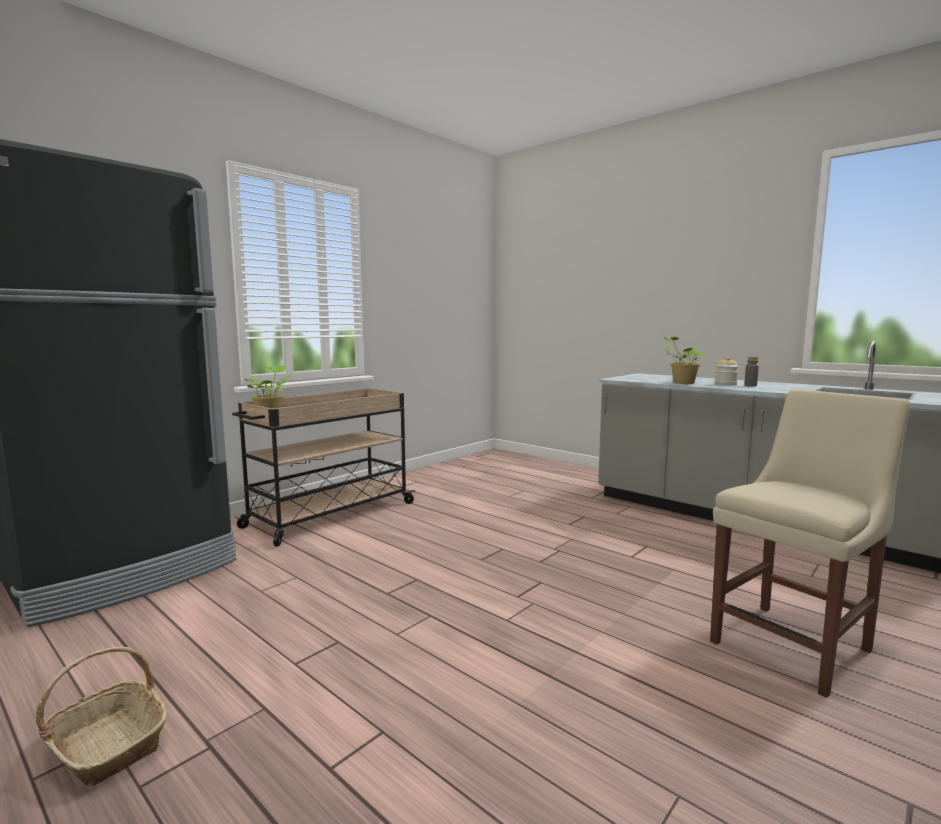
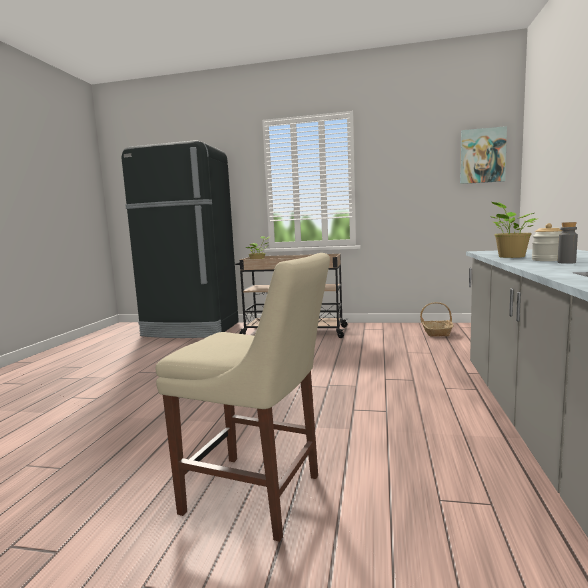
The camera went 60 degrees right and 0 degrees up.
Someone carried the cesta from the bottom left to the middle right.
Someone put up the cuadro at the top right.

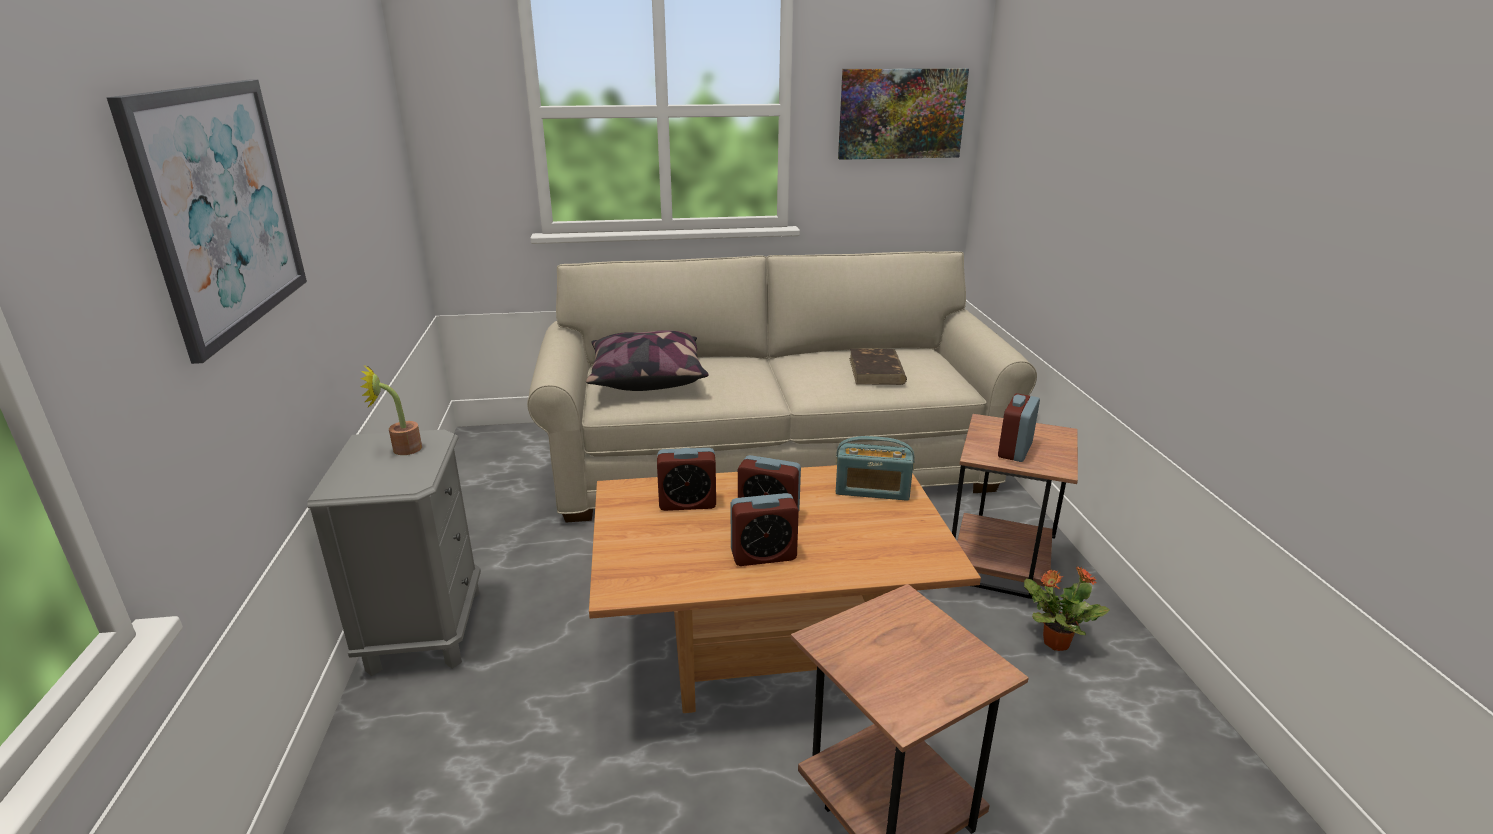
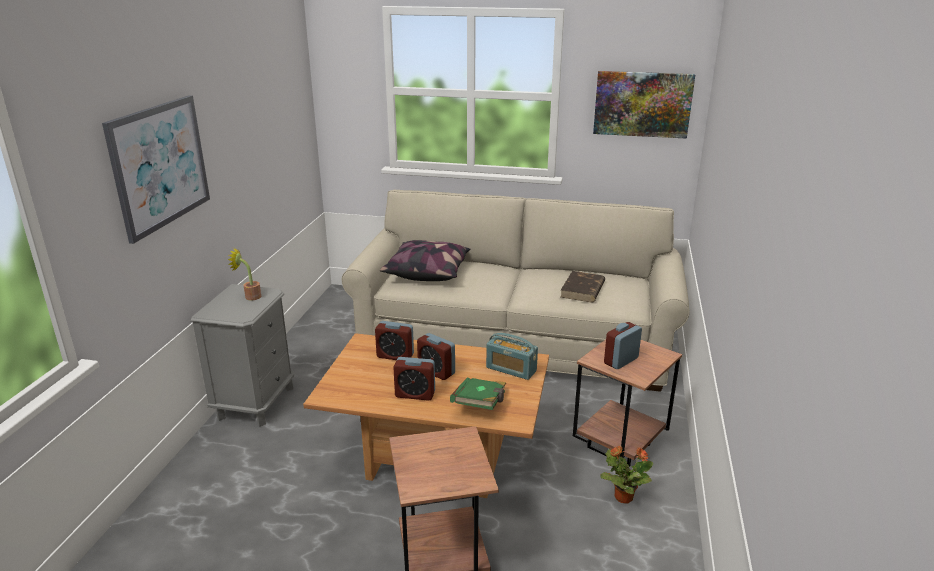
The camera went 20 degrees right and 0 degrees up.
Someone put down the libro [verde] at the bottom centre.

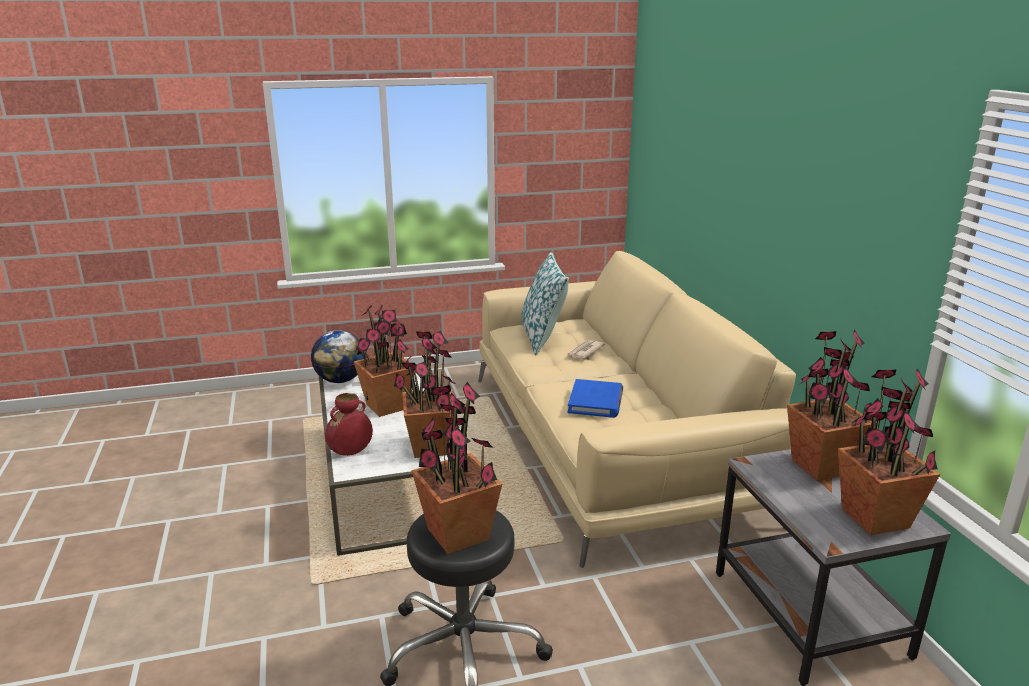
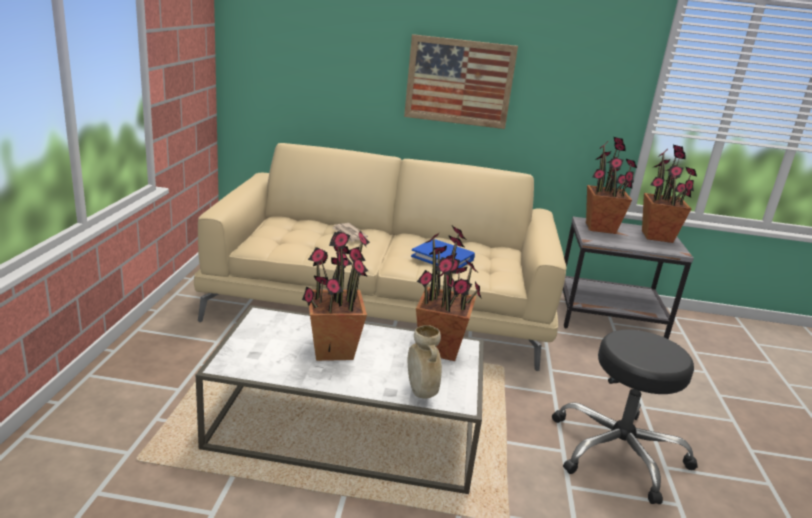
The camera went 70 degrees left and 0 degrees up.
Someone took away the globo terráqueo at the middle left.
Someone repainted the florero [rojo] at the centre, which became the florero [beis] at the bottom centre.
Someone took away the planta en maceta (3rd from left) at the bottom centre.
Someone took away the cojín at the centre.
Someone put up the cuadro at the top centre.

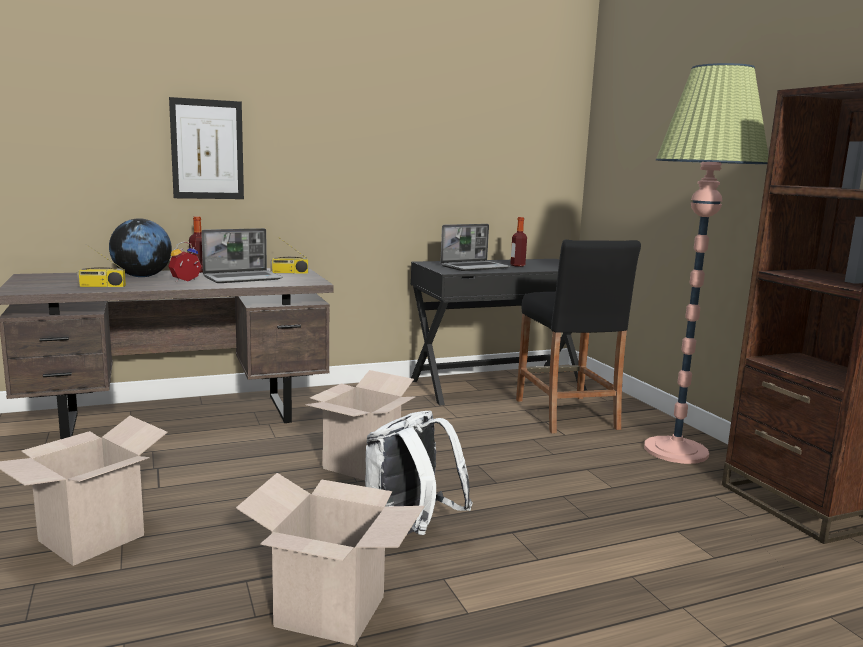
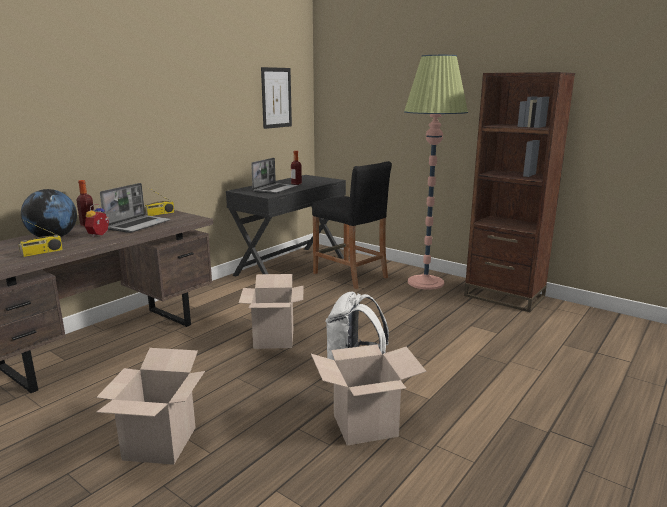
The camera went 30 degrees left and 5 degrees up.
Someone carried the cuadro from the top left to the top centre.

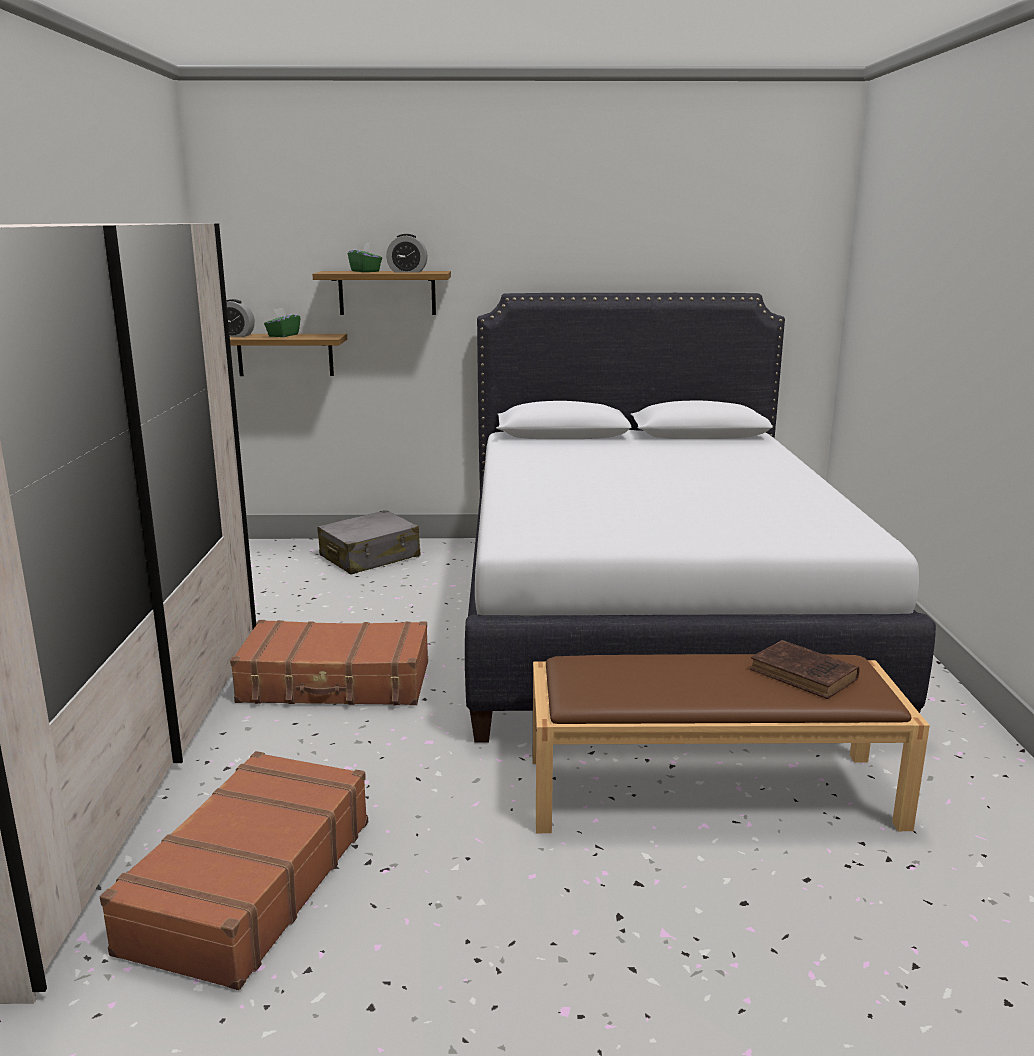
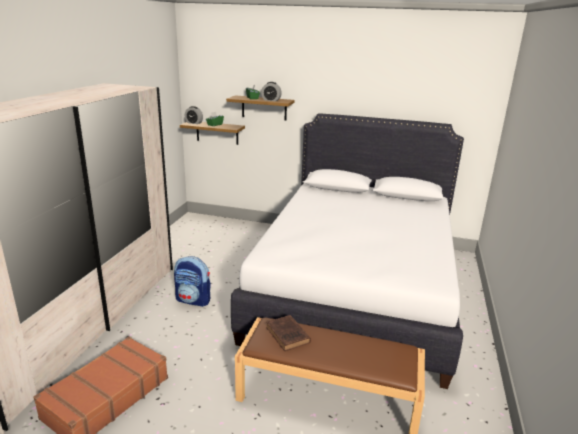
The camera went 15 degrees right and 5 degrees up.
Someone swapped the maleta [marrón] (2nd from left) at the middle left for the mochila at the middle left.
Someone took away the maleta [gris] at the centre.
Someone carried the libro [marrón] from the middle right to the bottom centre.

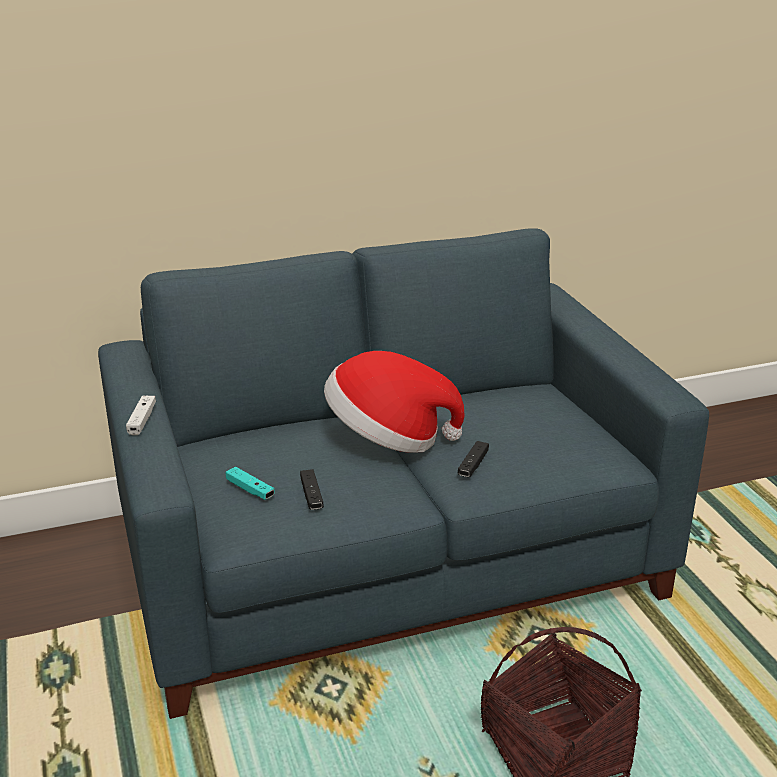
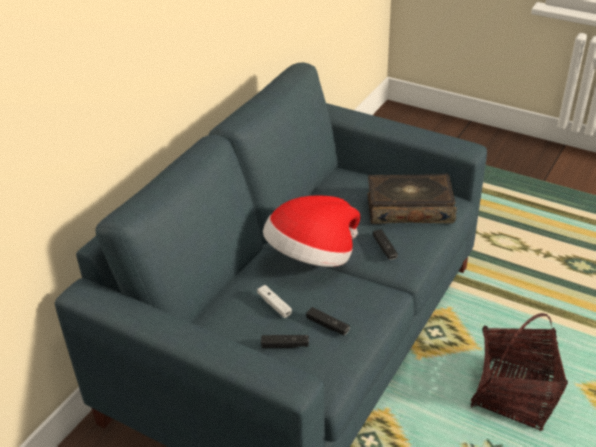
The camera went 40 degrees left and 10 degrees up.
Someone carried the mando de consola [blanco] from the middle left to the bottom centre.
Someone repainted the mando de consola [turquesa] at the middle left, which became the mando de consola [negro] (1st from left) at the bottom centre.
Someone put down the libro at the middle right.

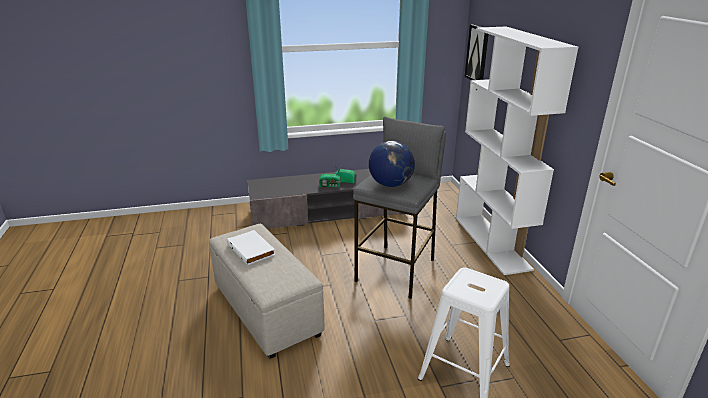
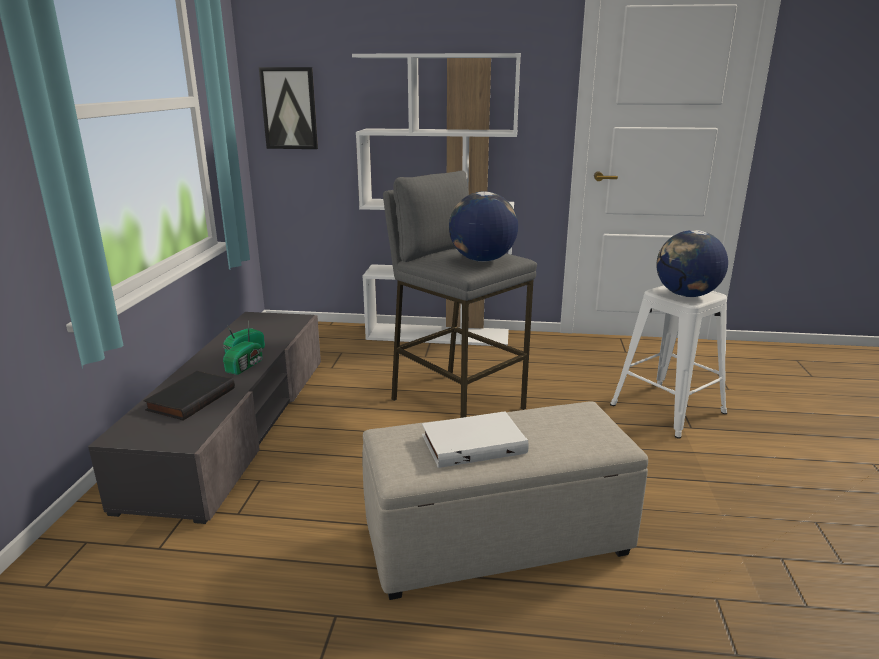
The camera went 70 degrees left and 5 degrees down.
Someone put down the libro [negro] at the middle left.
Someone put down the globo terráqueo (2nd from left) at the middle right.

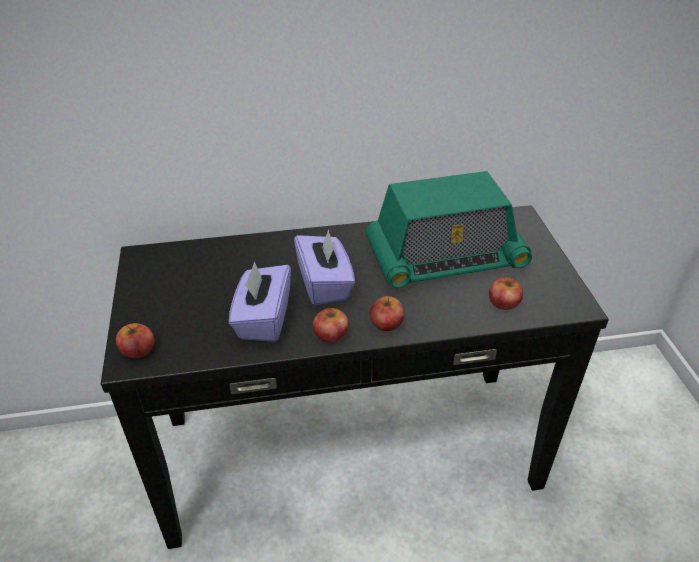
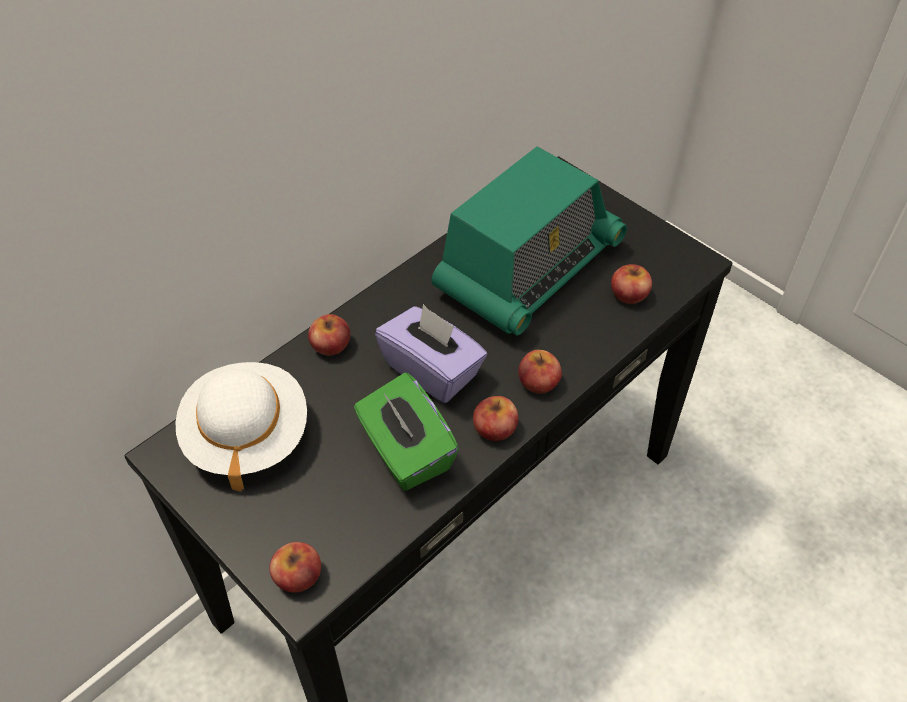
The camera went 35 degrees left and 10 degrees up.
Someone repainted the caja de pañuelos [morado] (1st from left) at the centre, which became the caja de pañuelos [verde] at the centre.
Someone put down the sombrero [blanco] at the middle left.
Someone put down the manzana (2nd from left) at the centre.

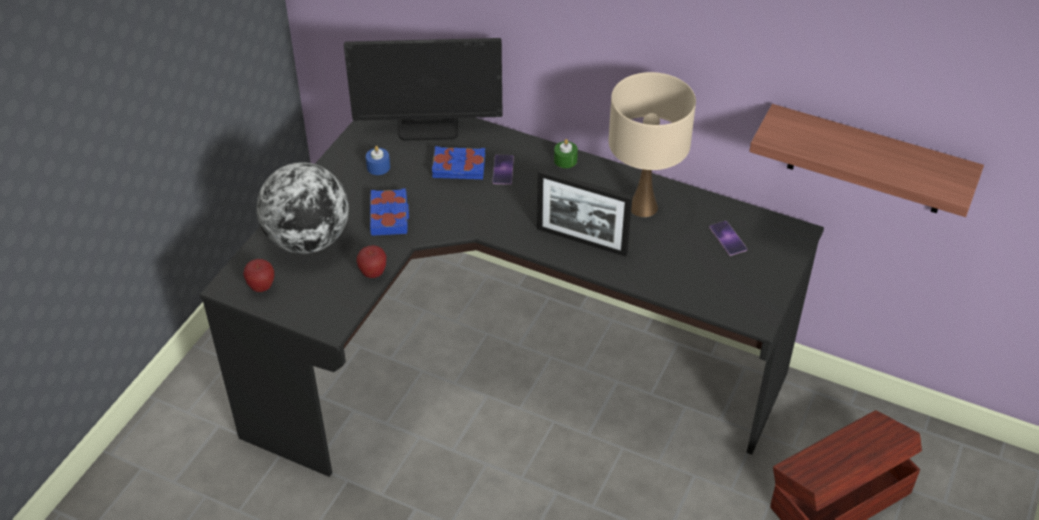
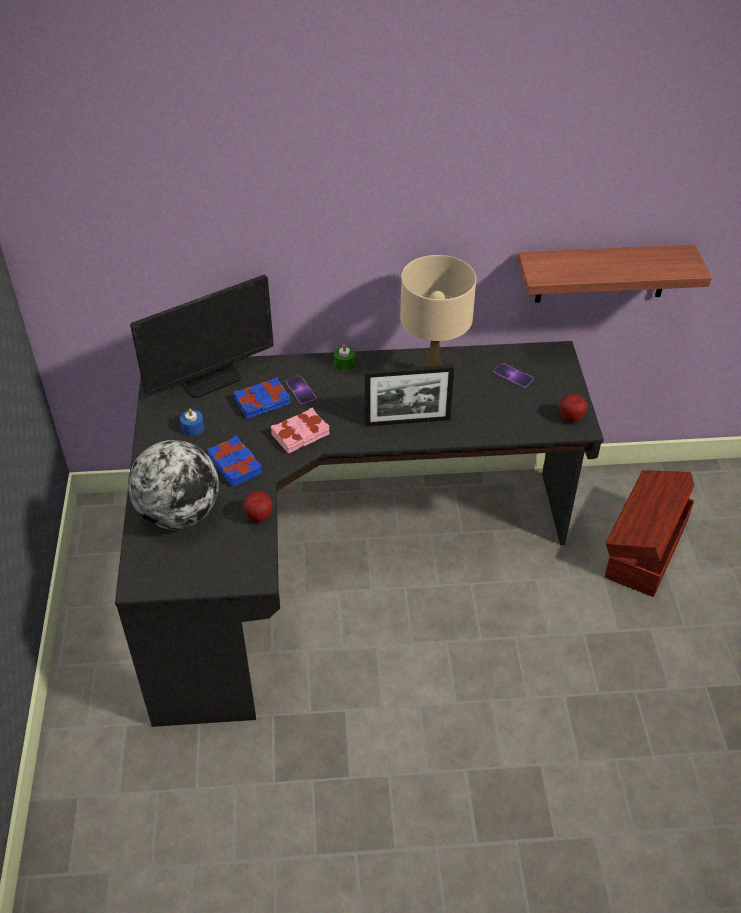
The camera went 30 degrees left and 0 degrees up.
Someone carried the manzana (1st from left in the first image) from the middle left to the middle right.
Someone put down the libro [rosa] at the centre.

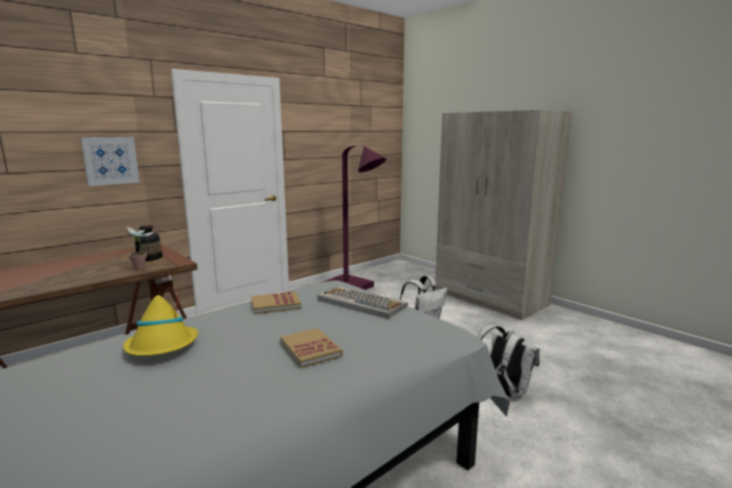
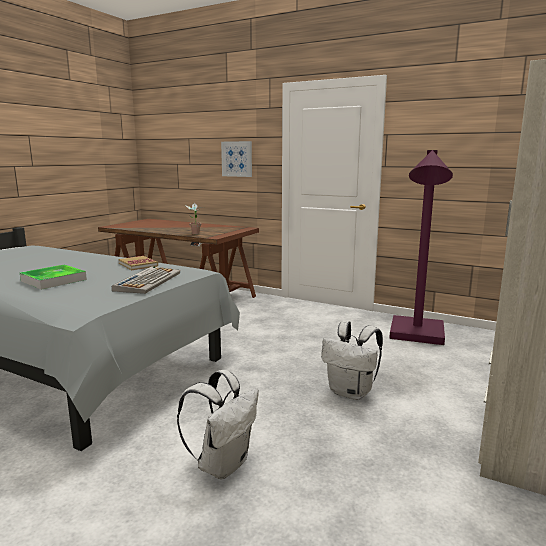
The camera went 70 degrees right and 0 degrees up.
Someone took away the sombrero [amarillo] at the middle left.
Someone took away the botella at the middle left.
Someone swapped the libro (2nd from left) at the bottom centre for the bandeja at the middle left.

